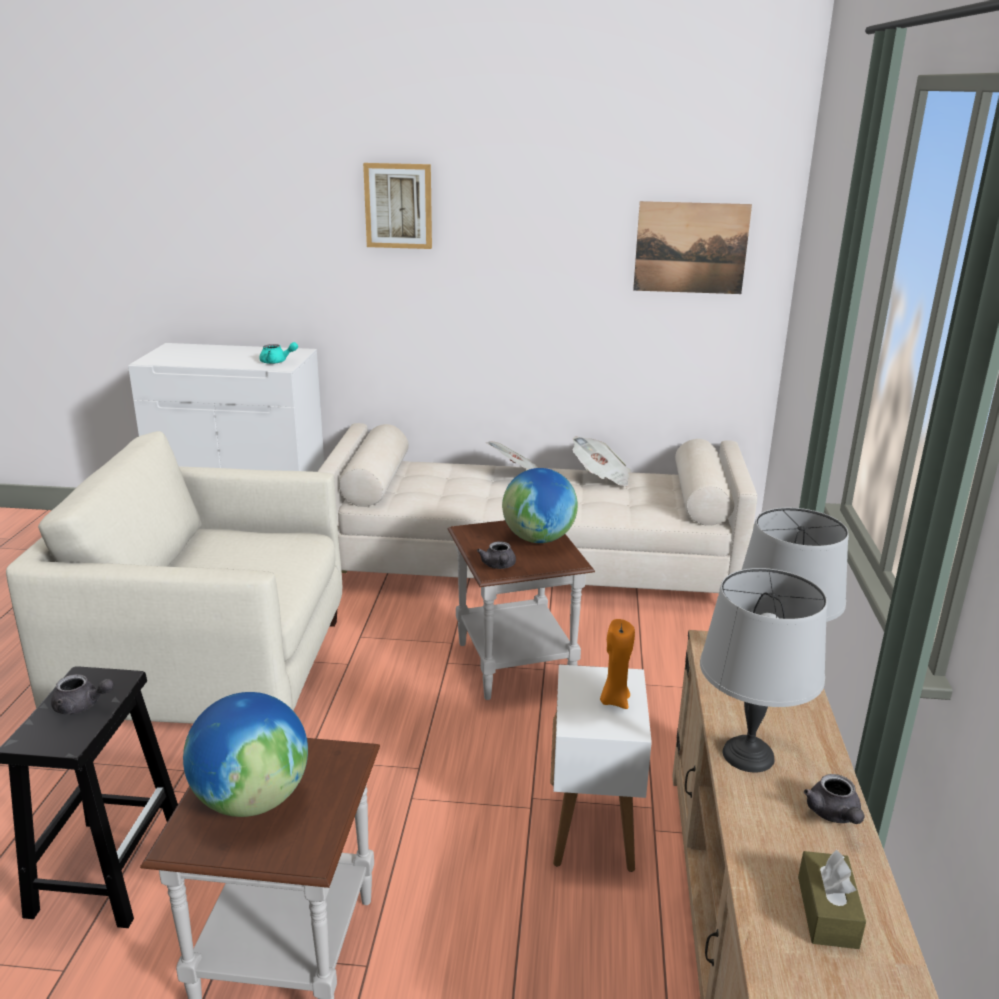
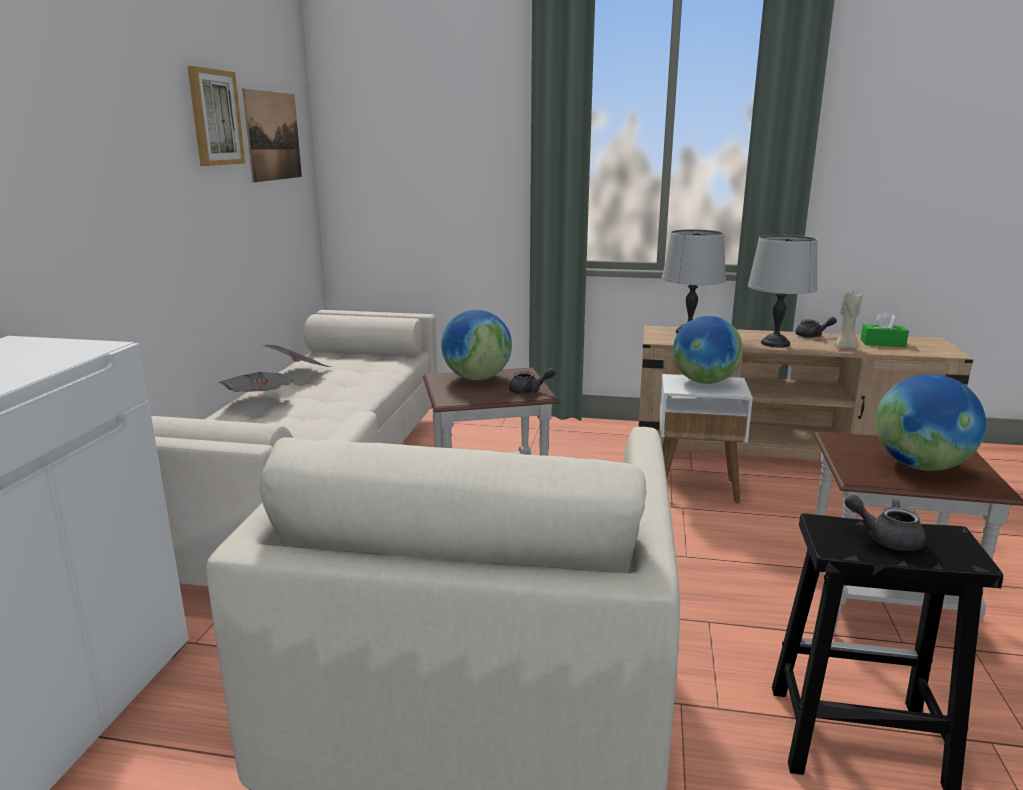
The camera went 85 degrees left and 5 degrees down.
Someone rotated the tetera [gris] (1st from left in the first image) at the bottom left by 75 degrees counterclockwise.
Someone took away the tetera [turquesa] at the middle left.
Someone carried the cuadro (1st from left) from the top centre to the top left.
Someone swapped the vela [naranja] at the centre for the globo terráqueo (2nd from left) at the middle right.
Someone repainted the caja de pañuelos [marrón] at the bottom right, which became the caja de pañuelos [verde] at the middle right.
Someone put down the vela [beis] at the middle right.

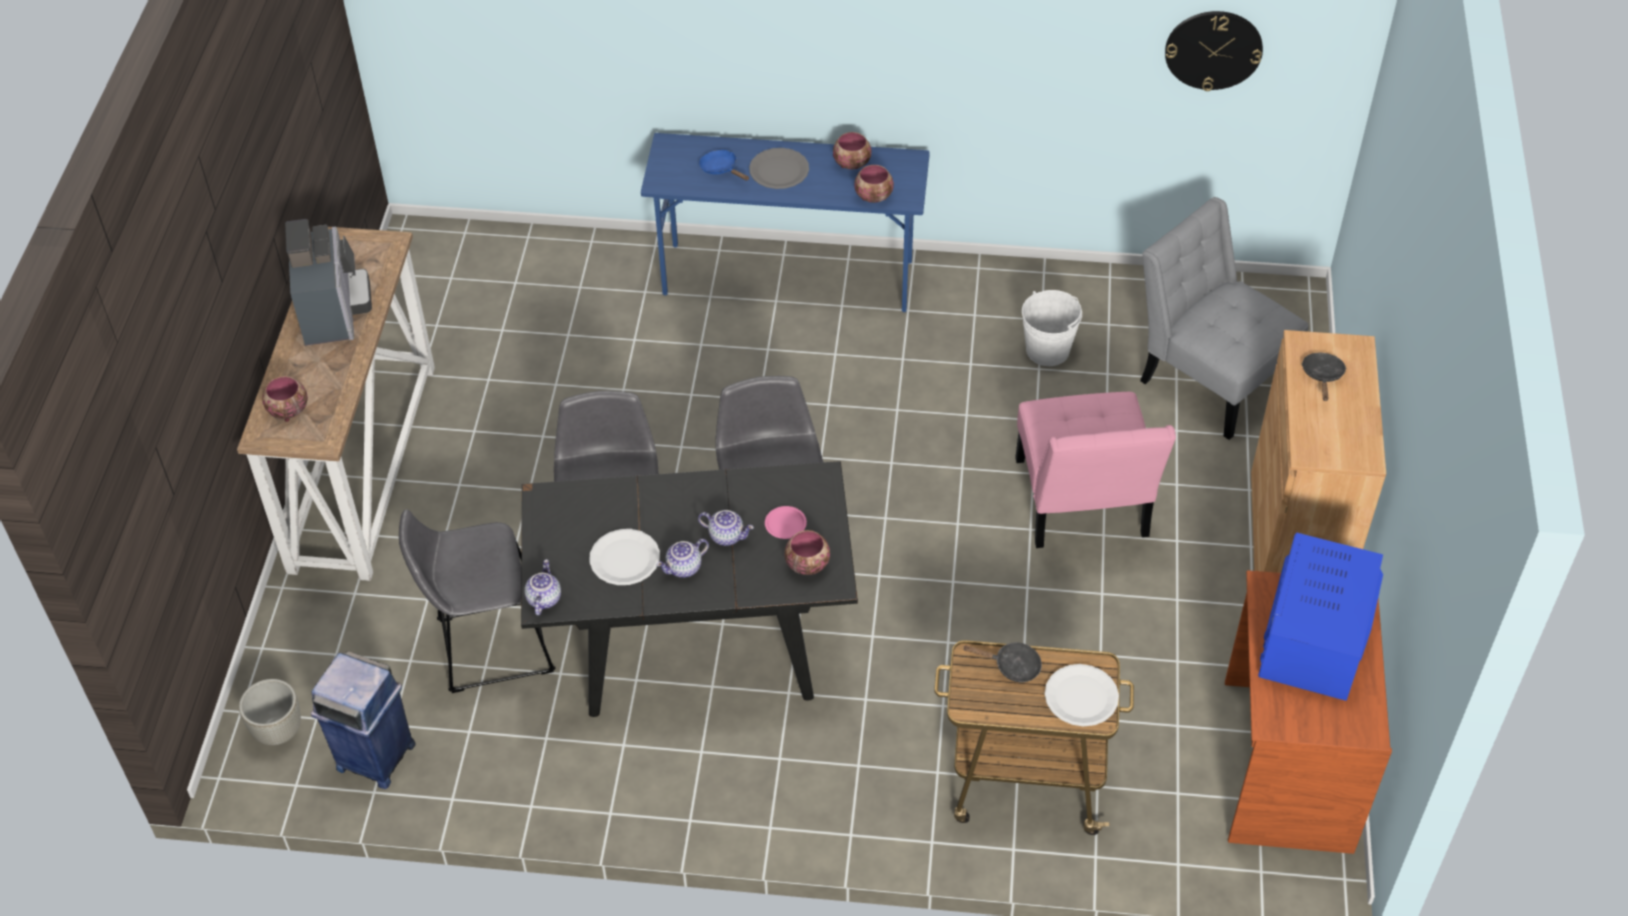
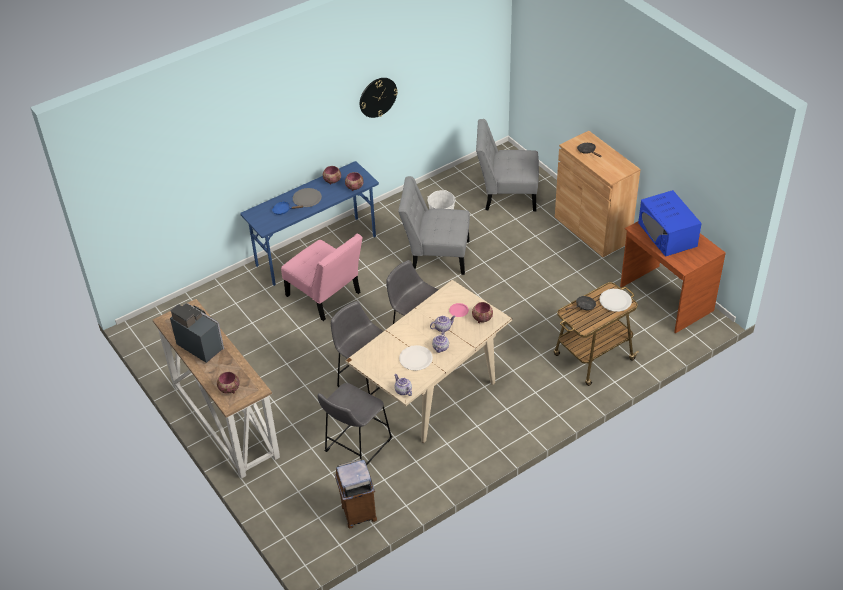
The camera went 40 degrees left and 5 degrees down.
Someone took away the maceta [gris] at the bottom left.
Someone repainted the papelera [azul] at the bottom left, which became the papelera [marrón] at the bottom centre.
Someone repainted the mesa de comedor [negro] at the centre, which became the mesa de comedor [beis] at the centre.
Someone carried the silla [rosa] from the middle right to the centre.
Someone carried the reloj de pared from the top right to the top centre.
Someone put down the silla [gris] (1st from left) at the centre.

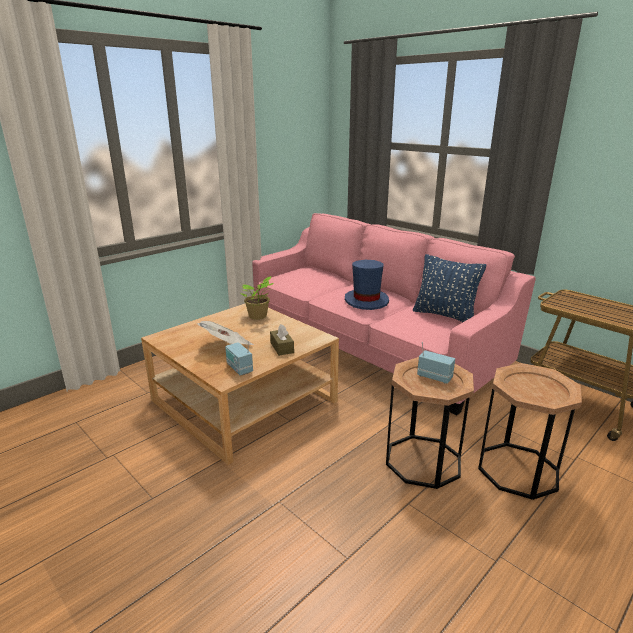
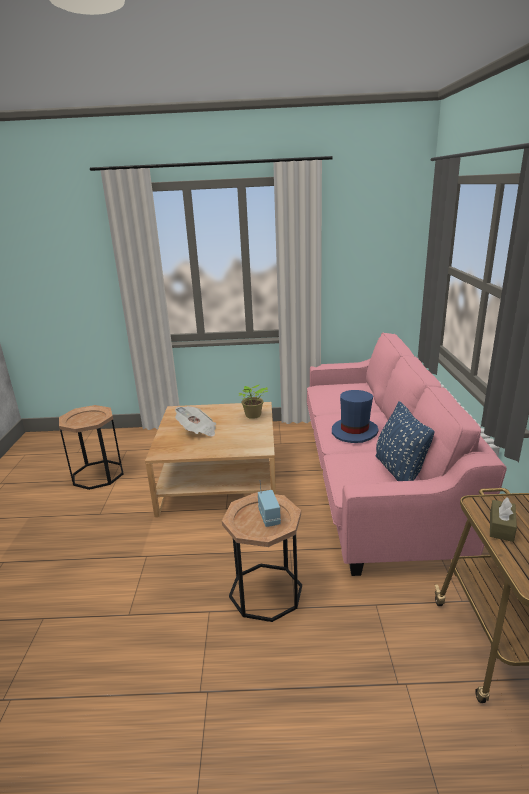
The camera went 45 degrees right and 0 degrees up.
Someone took away the radio (1st from left) at the centre.
Someone carried the caja de pañuelos [marrón] from the centre to the middle right.
Someone carried the mesa auxiliar [marrón] (2nd from left in the first image) from the bottom right to the middle left.

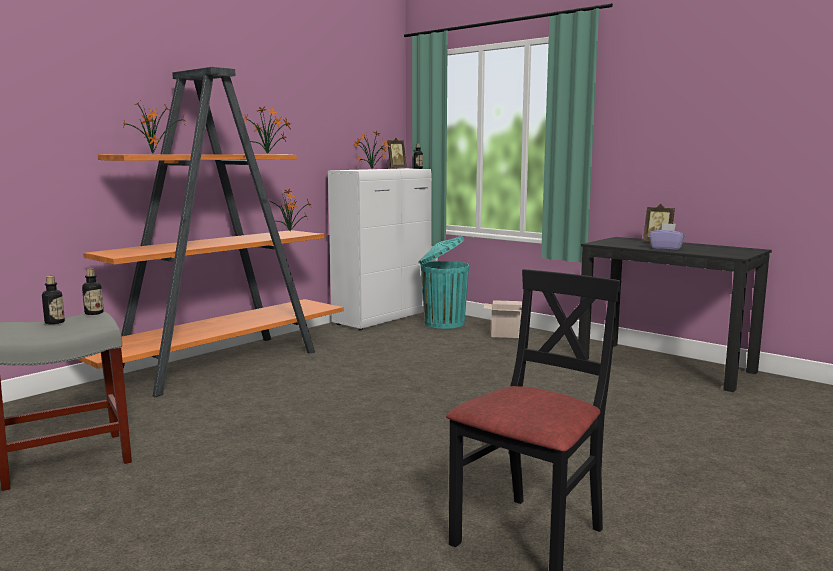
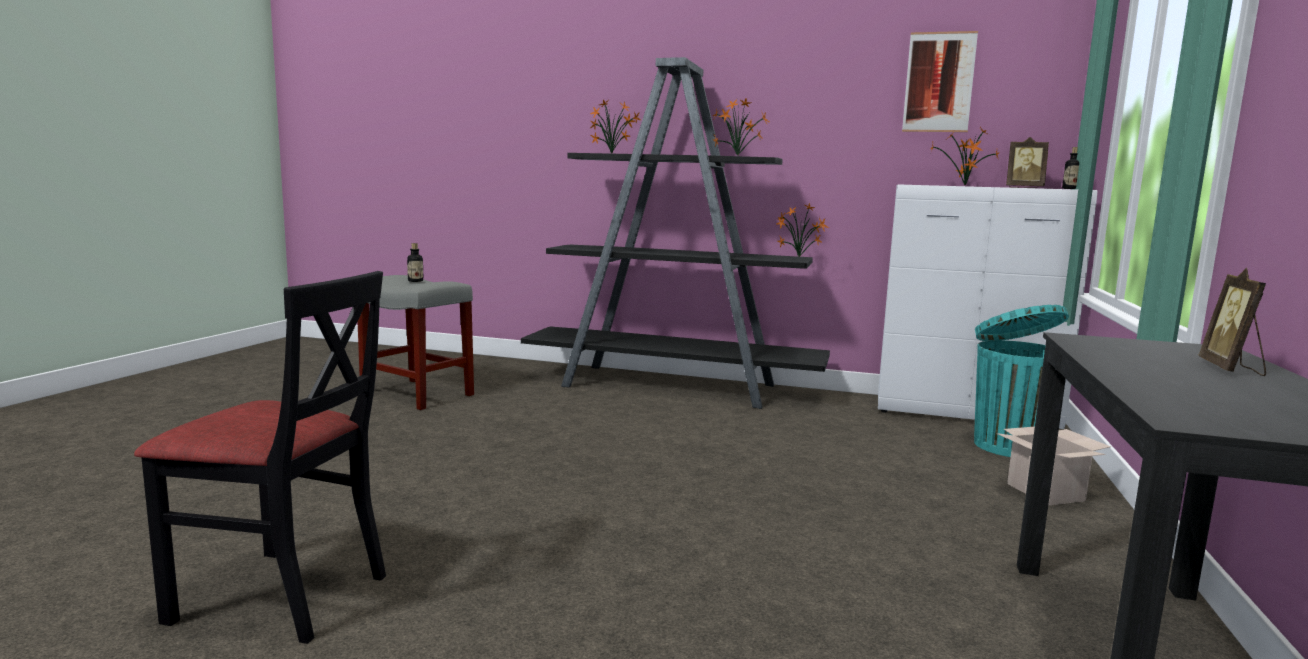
The camera went 65 degrees right and 0 degrees up.
Someone repainted the estantería [naranja] at the middle left, which became the estantería [negro] at the centre.
Someone took away the botella (2nd from left) at the middle left.
Someone took away the caja de pañuelos [morado] at the middle right.
Someone put up the cuadro at the top right.

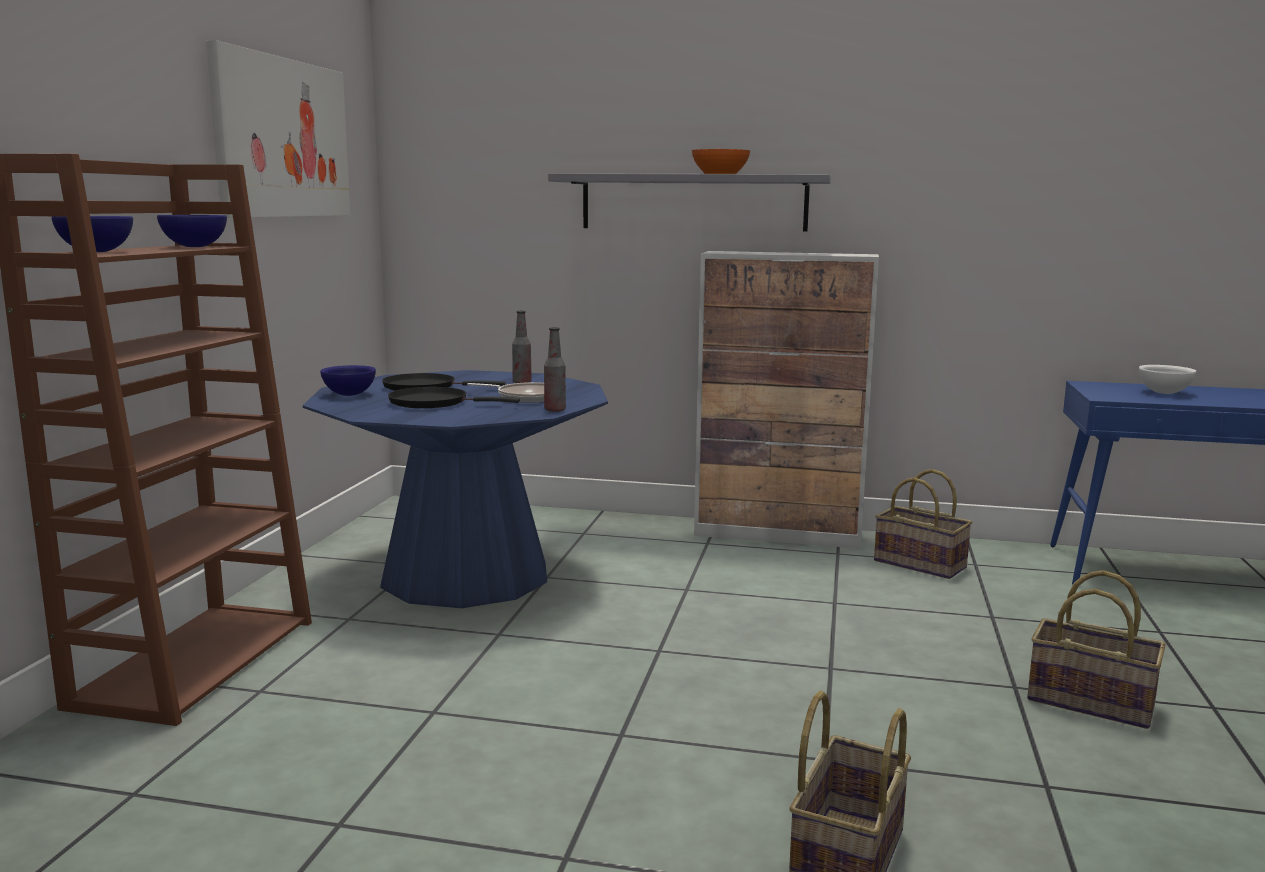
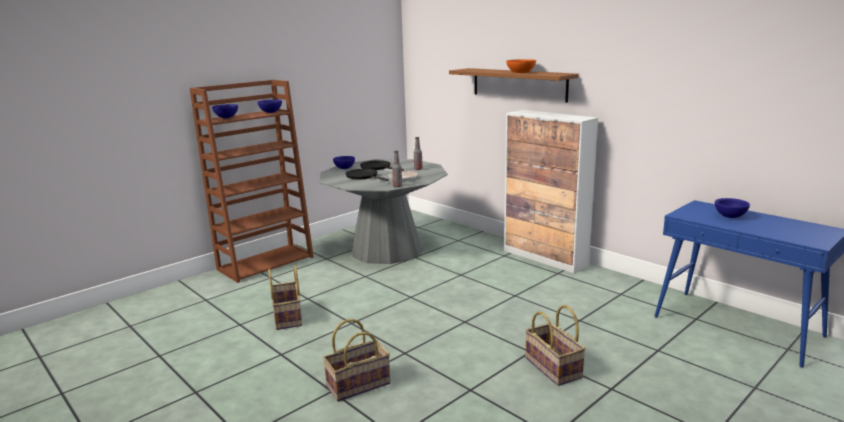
The camera went 35 degrees right and 5 degrees up.
Someone took away the cuadro at the top left.
Someone repainted the mesa de comedor [azul] at the centre, which became the mesa de comedor [gris] at the centre.
Someone repainted the estante [gris] at the top centre, which became the estante [marrón] at the top centre.
Someone carried the cesta (2nd from left in the first image) from the middle right to the bottom centre.
Someone repainted the cuenco [blanco] at the middle right, which became the cuenco [azul] (4th from left) at the middle right.

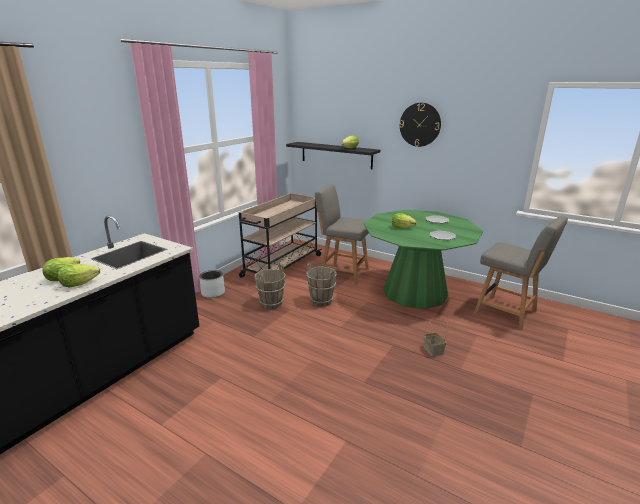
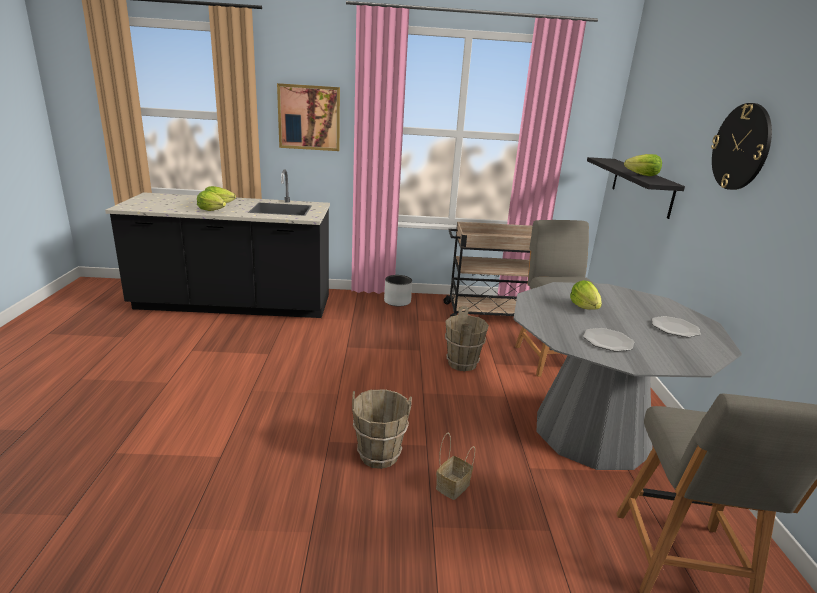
The camera went 55 degrees right and 0 degrees up.
Someone carried the cubo [marrón] (1st from left) from the centre to the bottom centre.
Someone repainted the mesa de comedor [verde] at the centre, which became the mesa de comedor [gris] at the middle right.
Someone put up the cuadro at the top centre.

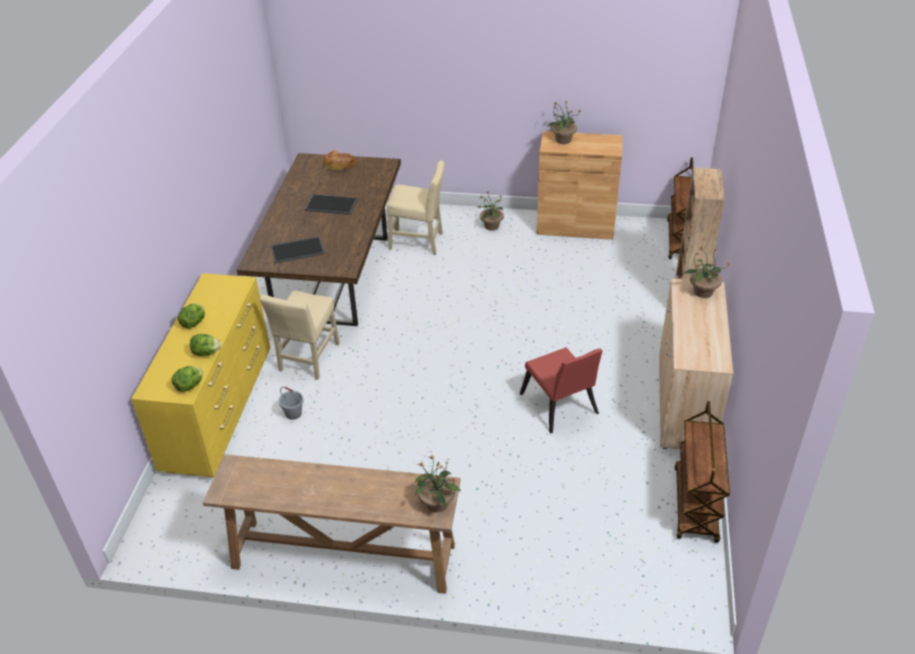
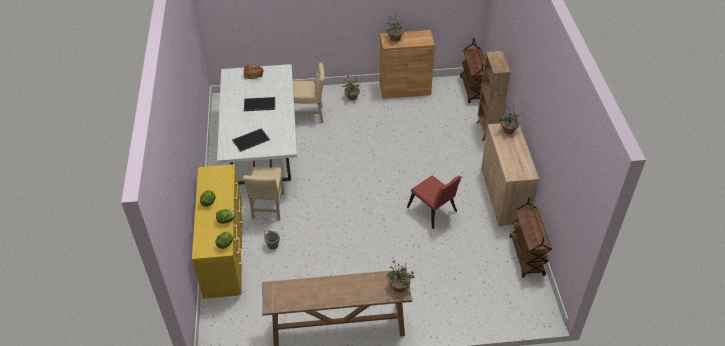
The camera went 15 degrees left and 5 degrees up.
Someone repainted the mesa de comedor [marrón] at the centre, which became the mesa de comedor [blanco] at the centre.

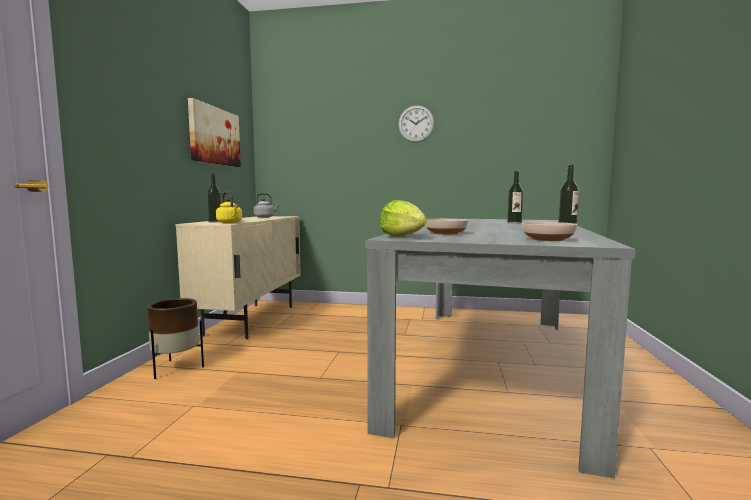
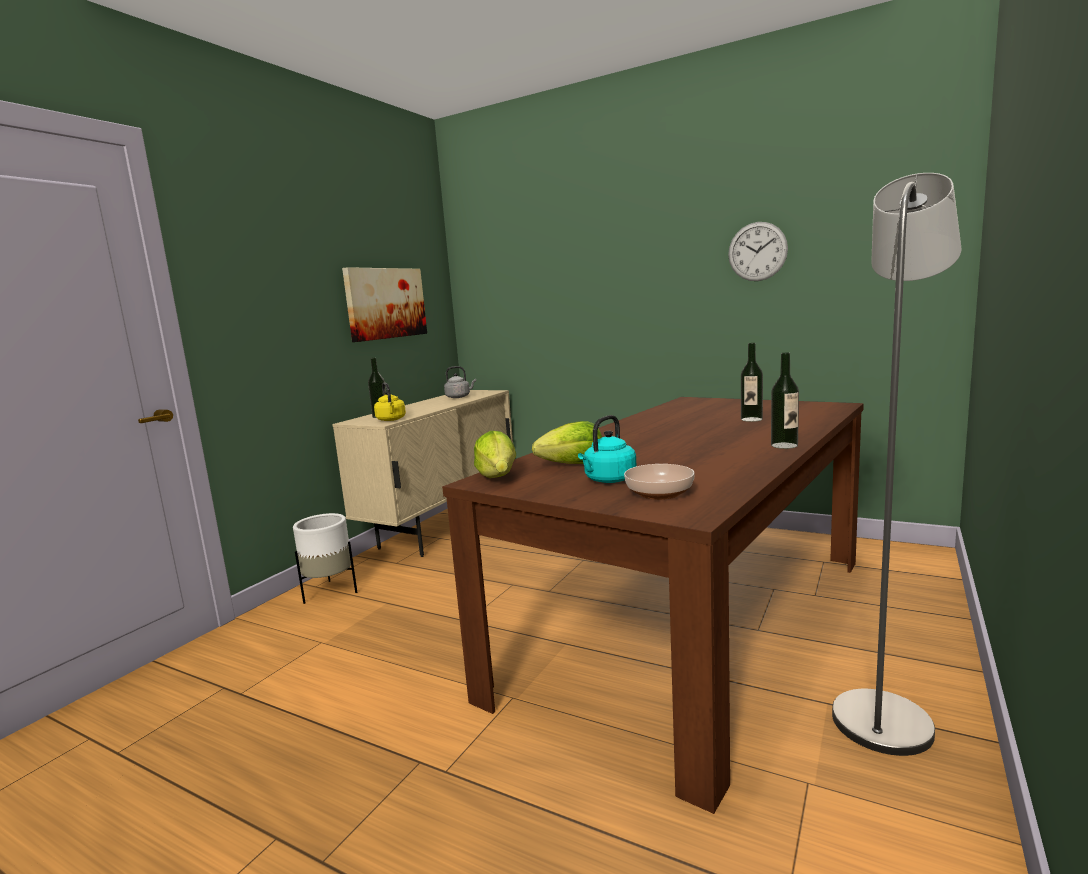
The camera went 20 degrees right and 5 degrees up.
Someone repainted the maceta [marrón] at the bottom left, which became the maceta [blanco] at the middle left.
Someone repainted the mesa de comedor [gris] at the bottom centre, which became the mesa de comedor [marrón] at the bottom centre.
Someone carried the reloj de pared from the top centre to the top right.
Someone swapped the cuenco (1st from left) at the centre for the lechuga (2nd from left) at the centre.
Someone put down the hervidor [turquesa] at the centre.
Someone put down the lámpara de pie [gris] at the middle right.

